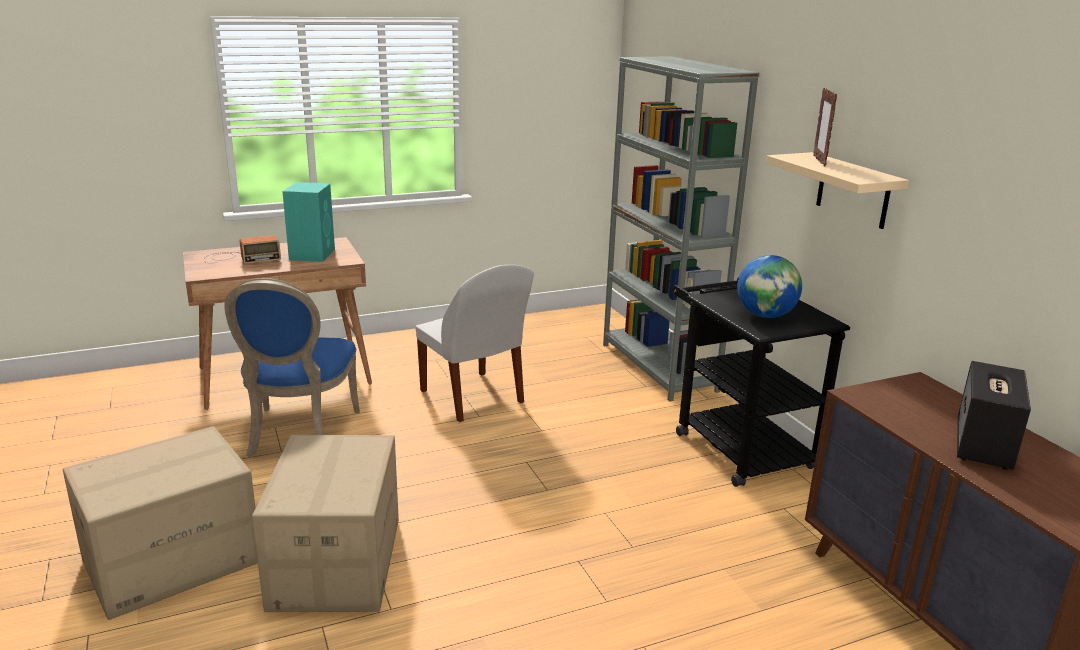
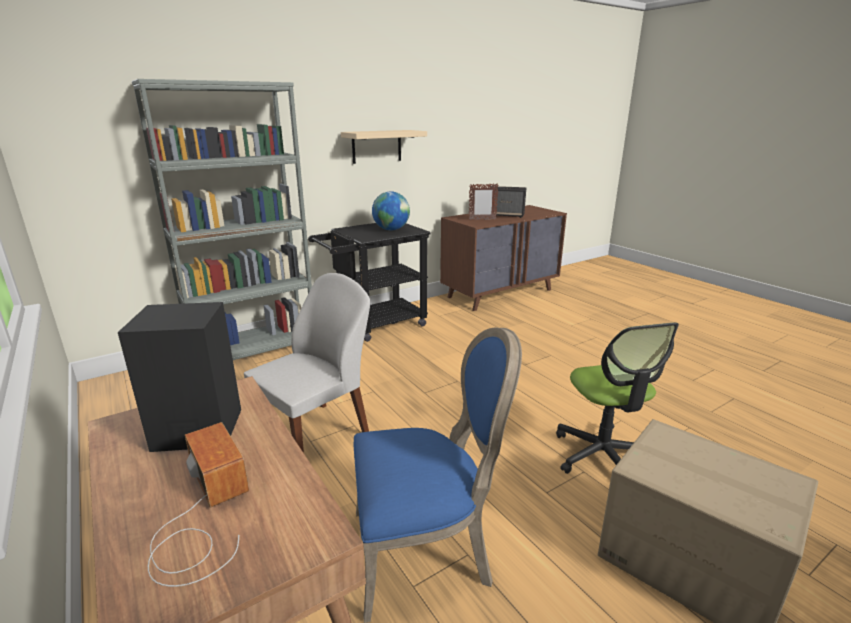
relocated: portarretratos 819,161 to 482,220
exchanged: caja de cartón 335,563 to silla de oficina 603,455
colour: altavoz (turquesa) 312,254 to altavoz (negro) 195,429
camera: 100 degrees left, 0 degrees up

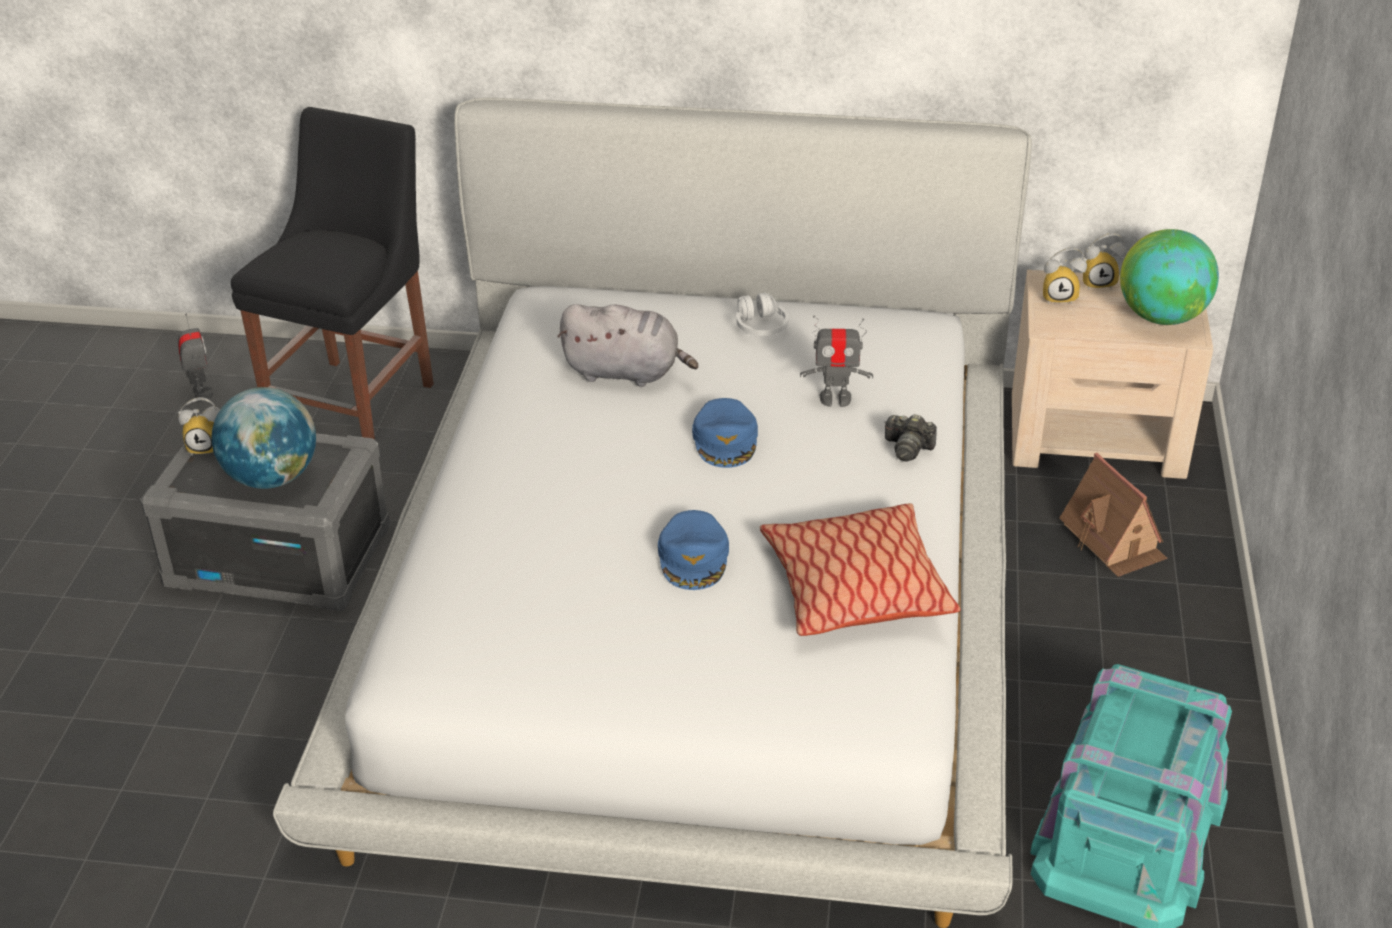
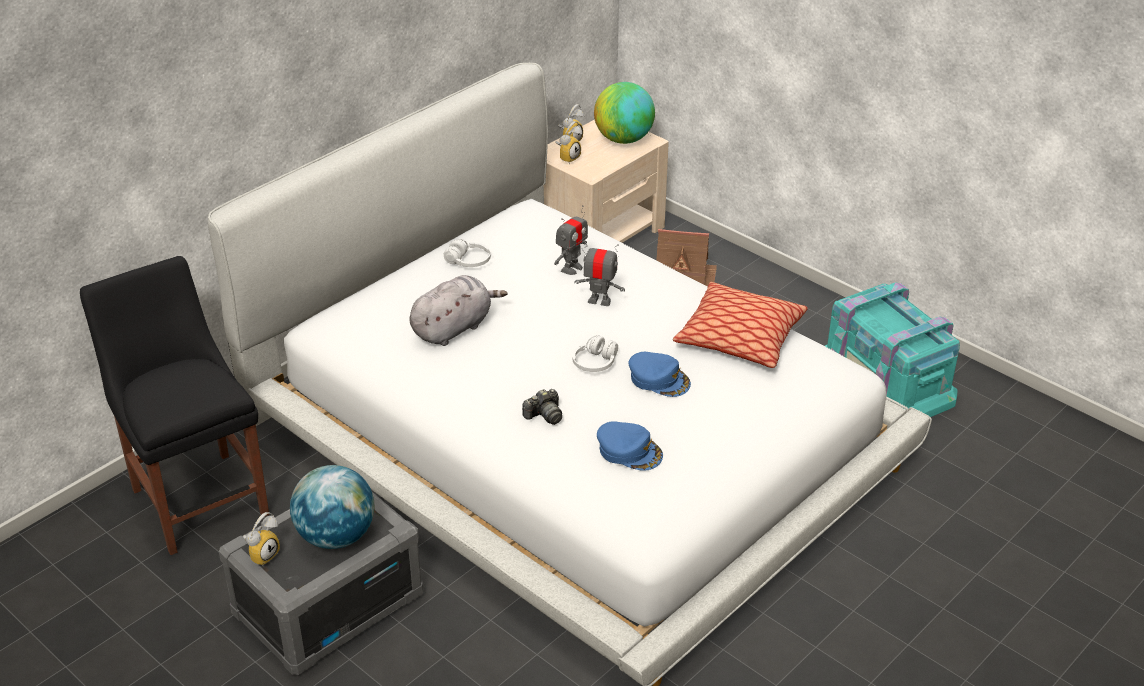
appeared: auriculares (blanco) 595,363
relocated: cámara 908,448 to 544,415; robot de juguete 201,393 to 599,301; gorra (azul) 726,440 to 629,451
camera: 55 degrees left, 0 degrees up

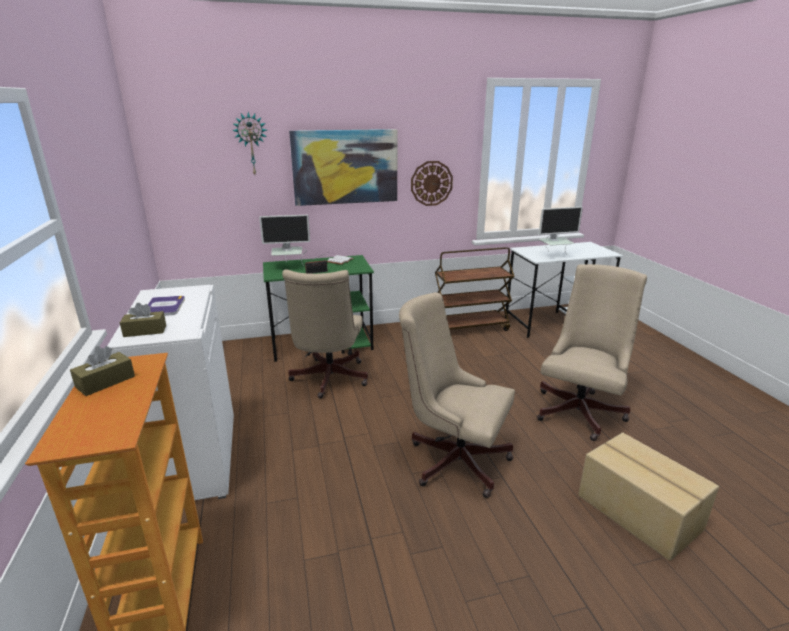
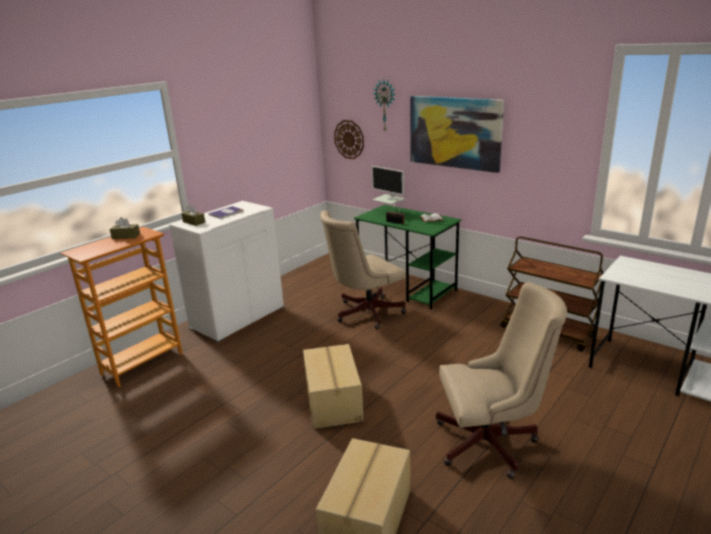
missing: monitor 554,255
relocated: reloj de pared 431,183 to 349,139
exchanged: silla de oficina (beis) 452,458 to caja de cartón 334,401
camera: 55 degrees right, 0 degrees up

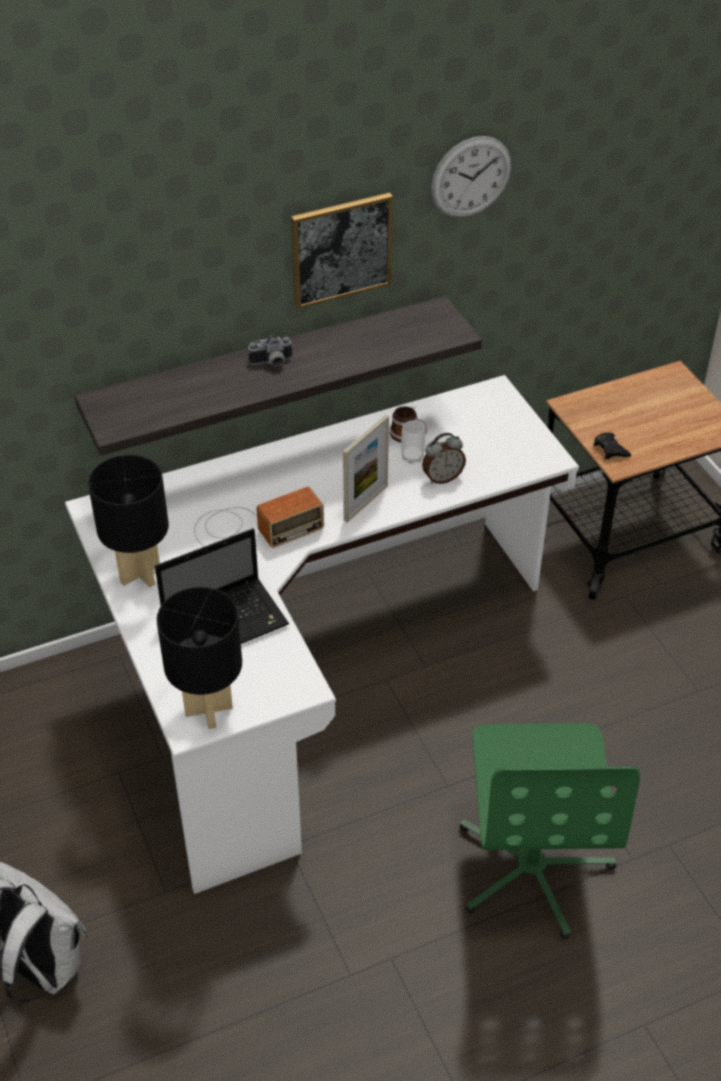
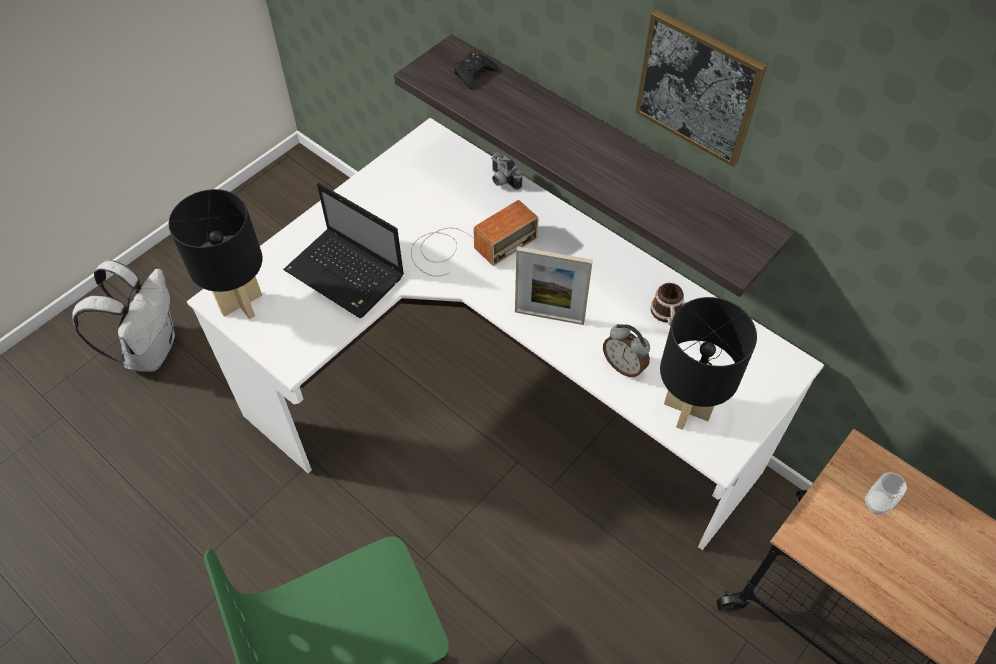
missing: reloj de pared 471,177
relocated: mando de consola (negro) 610,449 to 473,74; cámara 272,363 to 502,180; lámpara de mesa (negro) 139,574 to 685,410; taza 412,457 to 876,503
spun: radio 253,527 = 468,246 75 degrees counterclockwise
camera: 65 degrees right, 10 degrees up

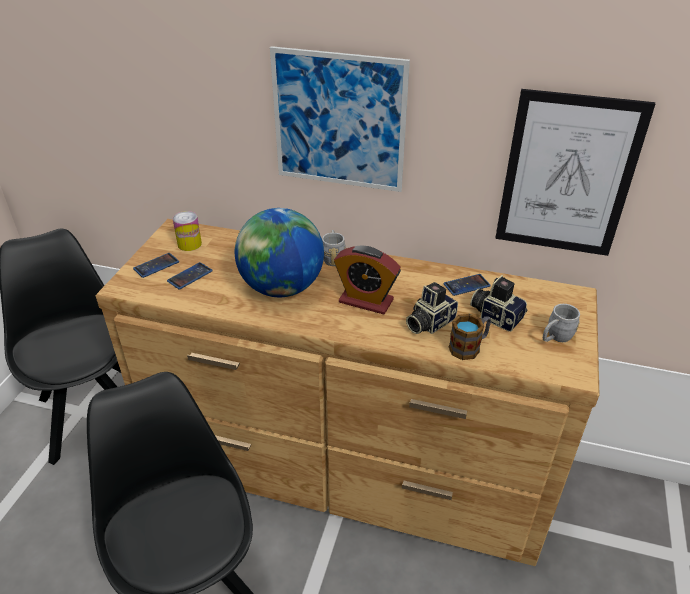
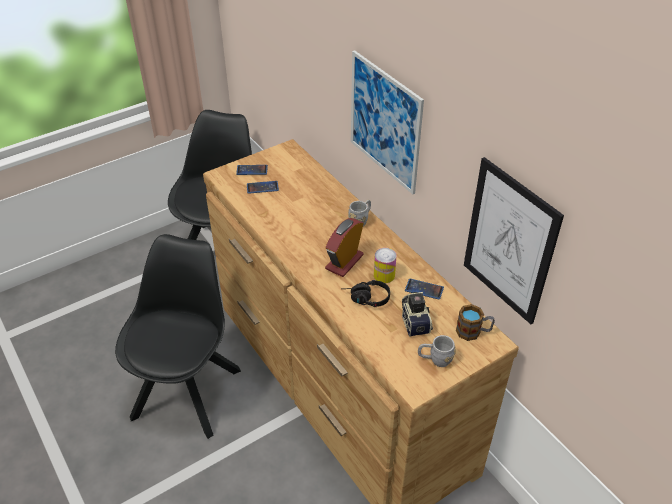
missing: globo terráqueo 282,288
relocated: lata 189,244 to 384,275; taza grande 469,347 to 473,332
exchanged: cámara 428,322 to auriculares (negro) 365,299
spun: despertador 366,301 = 344,262 60 degrees clockwise
camera: 40 degrees right, 5 degrees up

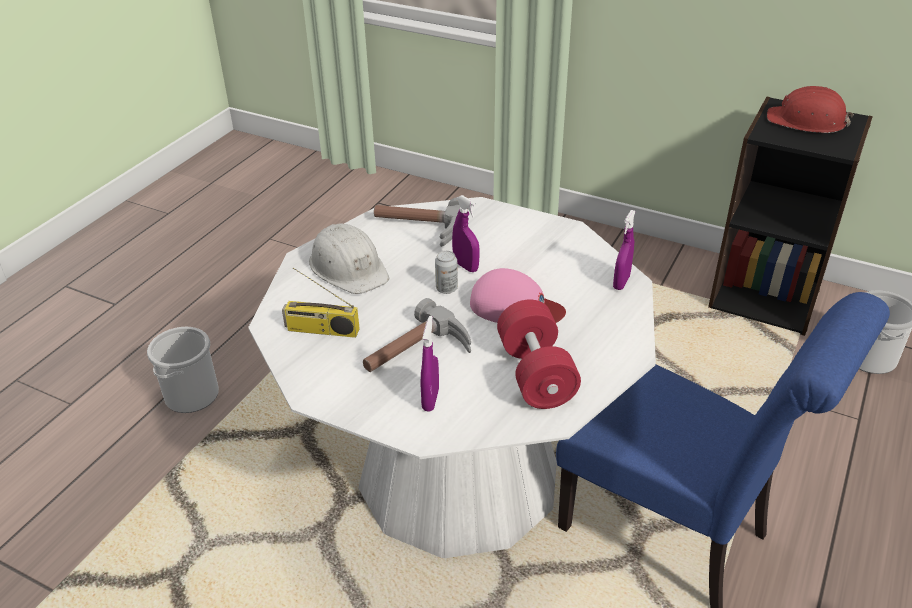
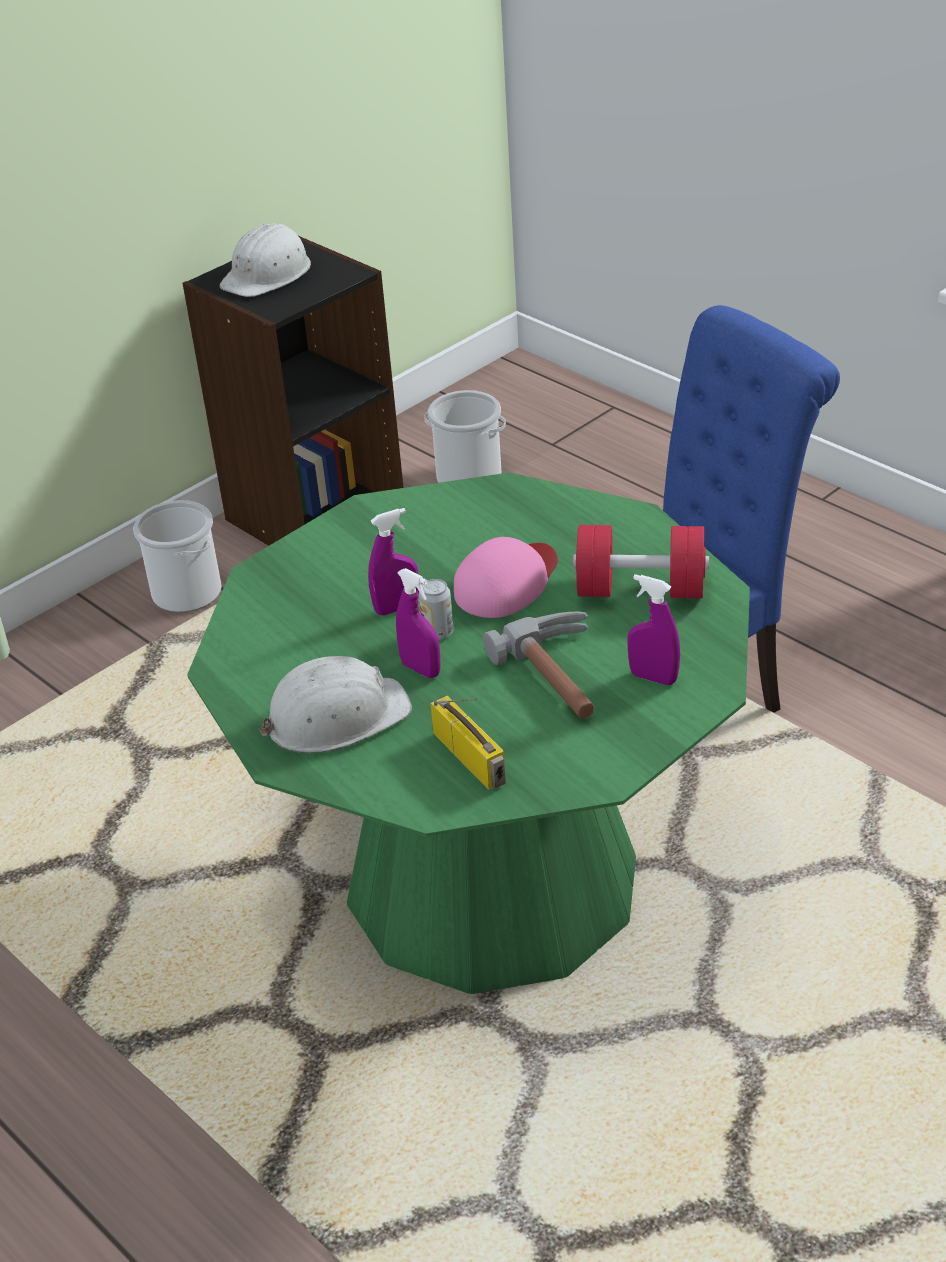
missing: martillo 418,229
relocated: cubo 192,394 to 186,592; pulverizador (morado) 621,282 to 421,669
colour: mesa de comedor (blanco) 459,475 to mesa de comedor (verde) 492,881; casco (rojo) 807,121 to casco (blanco) 268,274
spun: radio 321,330 = 471,758 60 degrees counterclockwise
camera: 70 degrees left, 0 degrees up

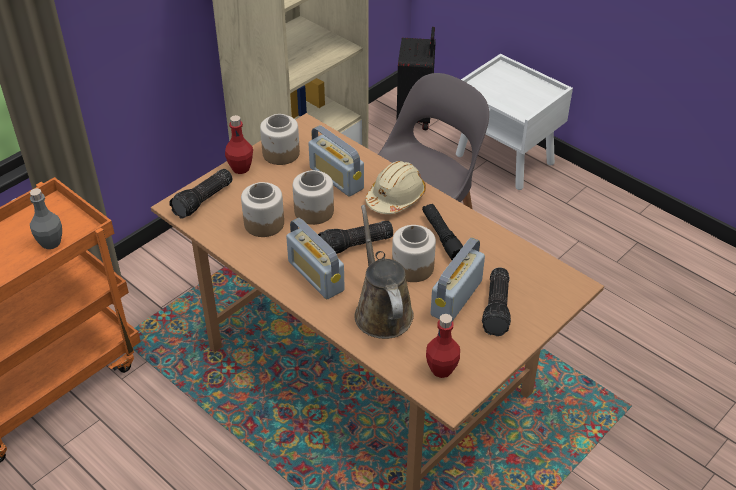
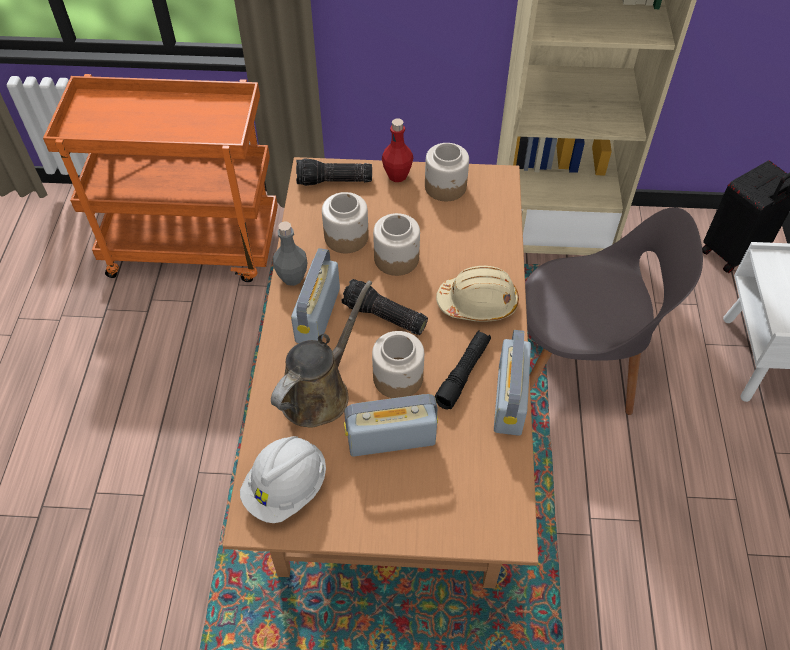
missing: linterna 498,309
relocated: botella (gris) 51,243 to 292,277; radio 336,178 to 509,399
exchanged: botella (rojo) 441,369 to casco (blanco) 286,488
camera: 50 degrees right, 10 degrees up

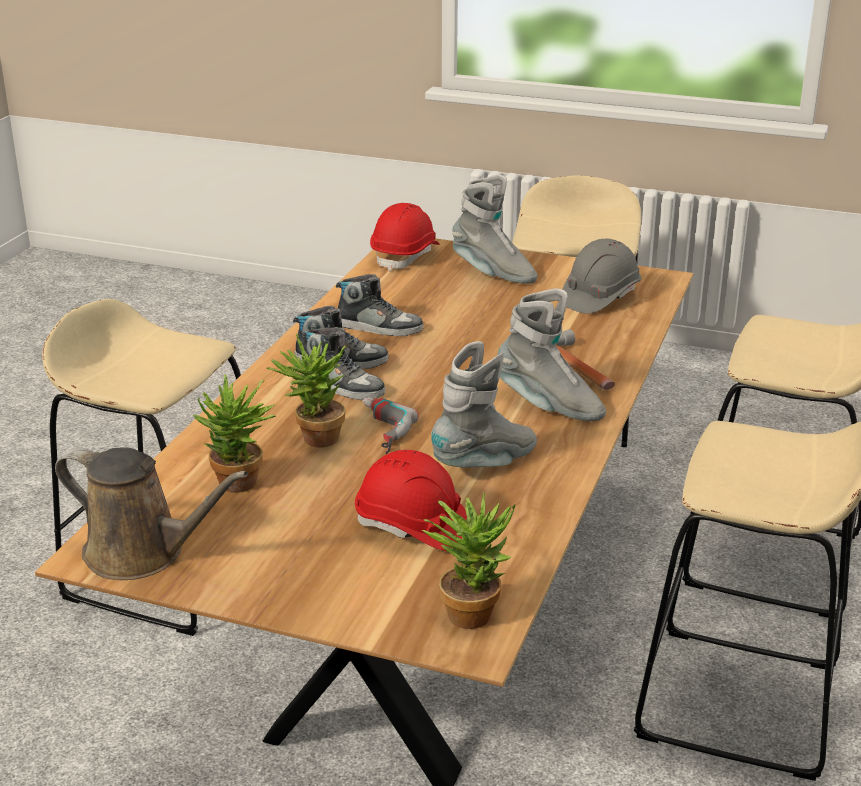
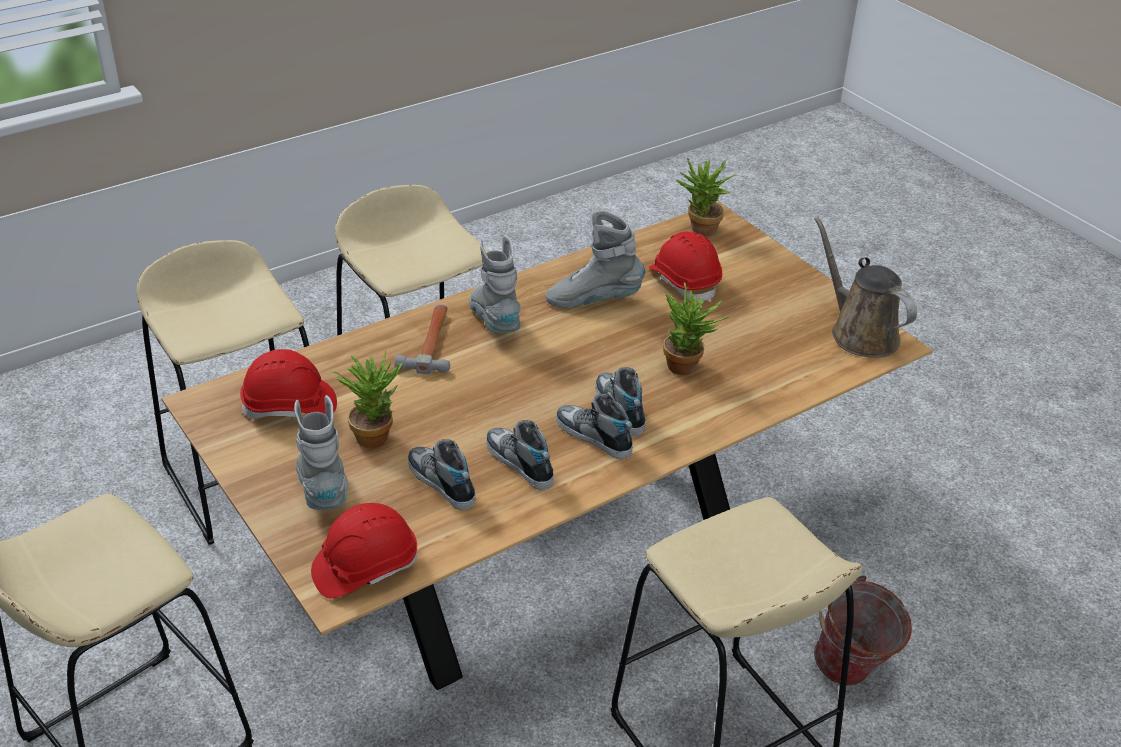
missing: taladro 376,431
appeared: zapato 441,482; cubo 850,674
relocated: planta en maceta 239,487 to 375,434
colour: casco (gris) 599,297 to casco (rojo) 290,406
camera: 145 degrees left, 10 degrees up

